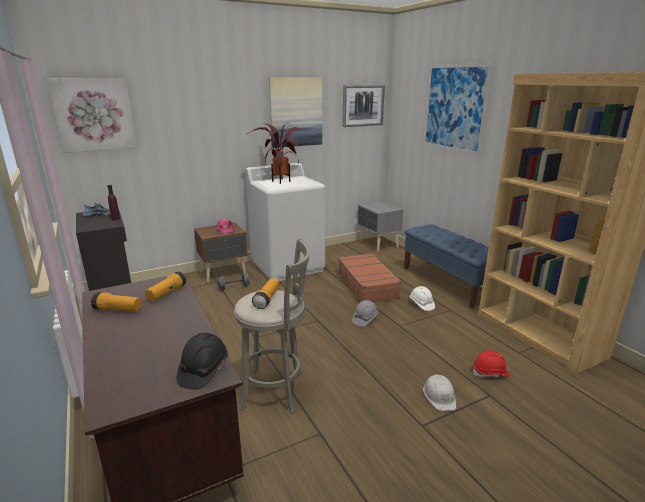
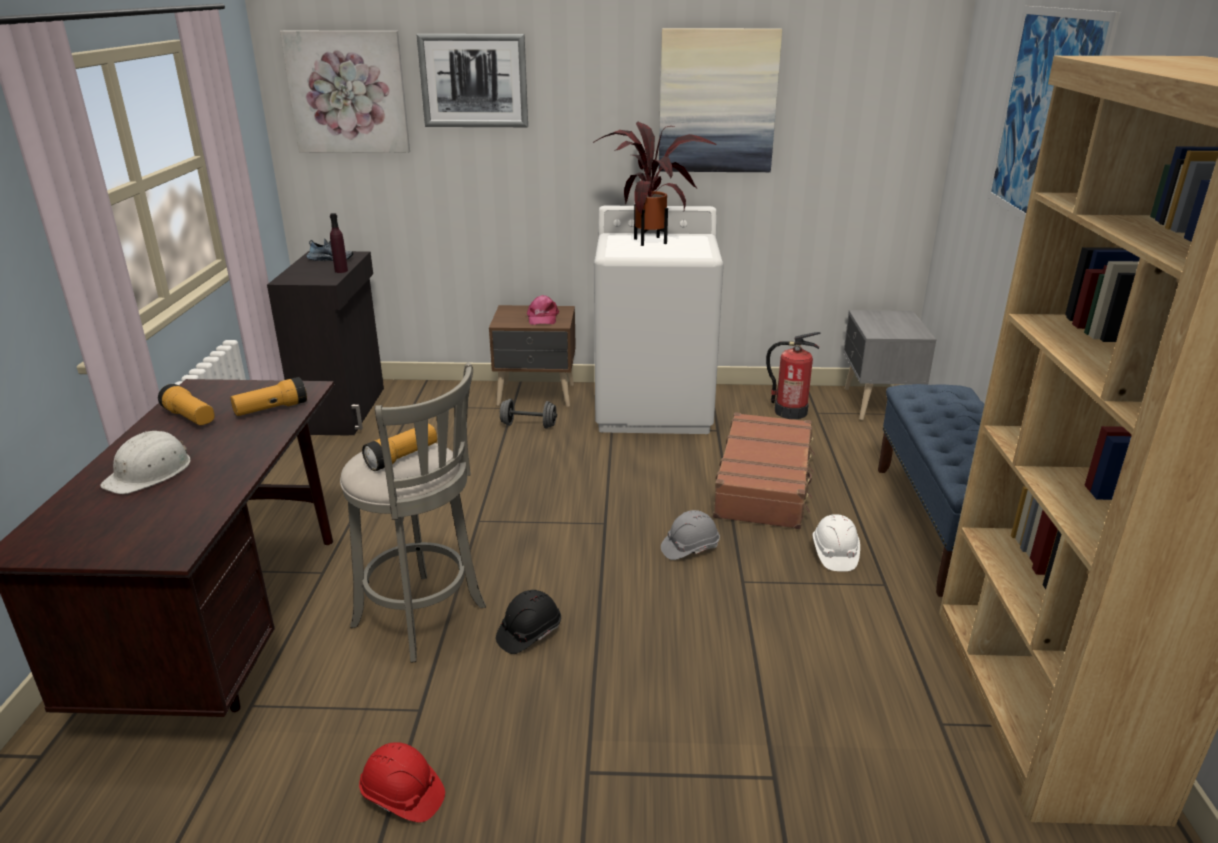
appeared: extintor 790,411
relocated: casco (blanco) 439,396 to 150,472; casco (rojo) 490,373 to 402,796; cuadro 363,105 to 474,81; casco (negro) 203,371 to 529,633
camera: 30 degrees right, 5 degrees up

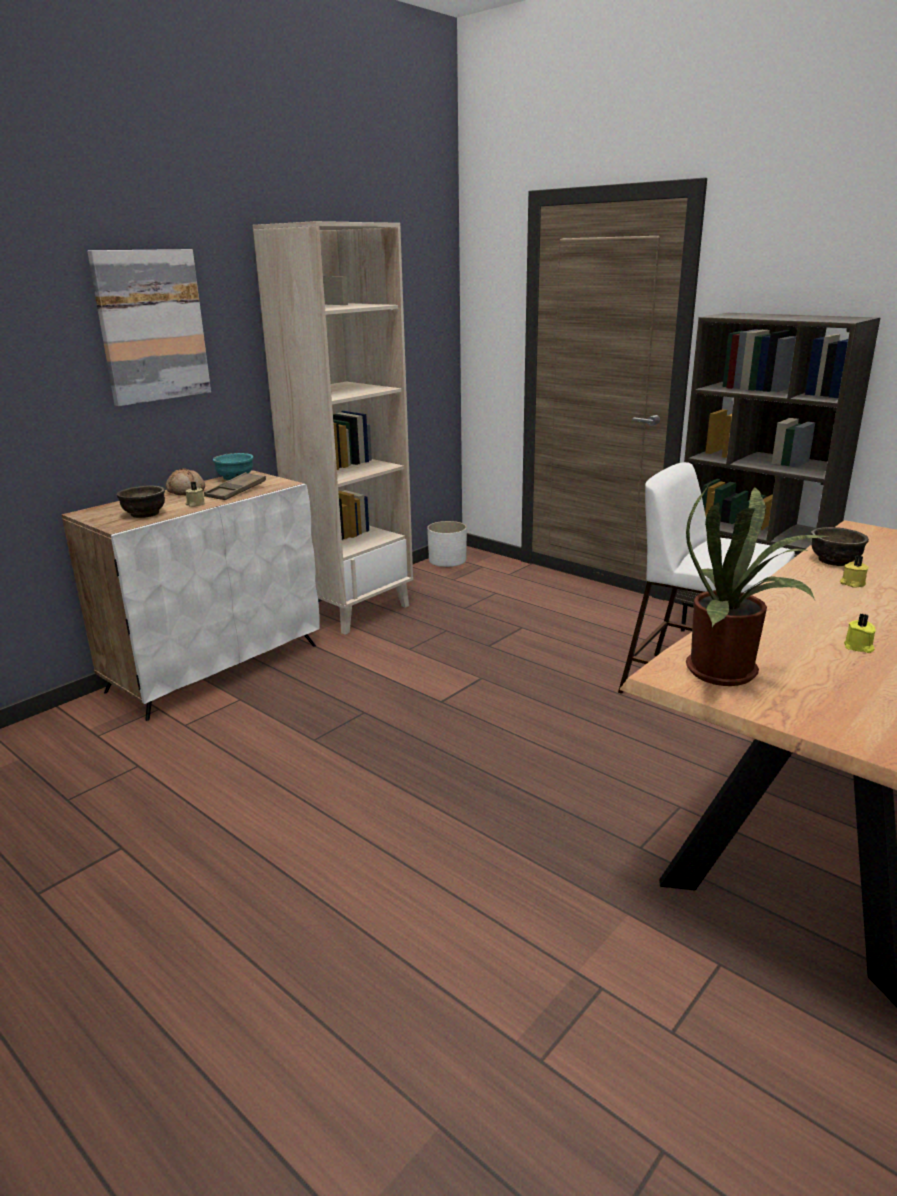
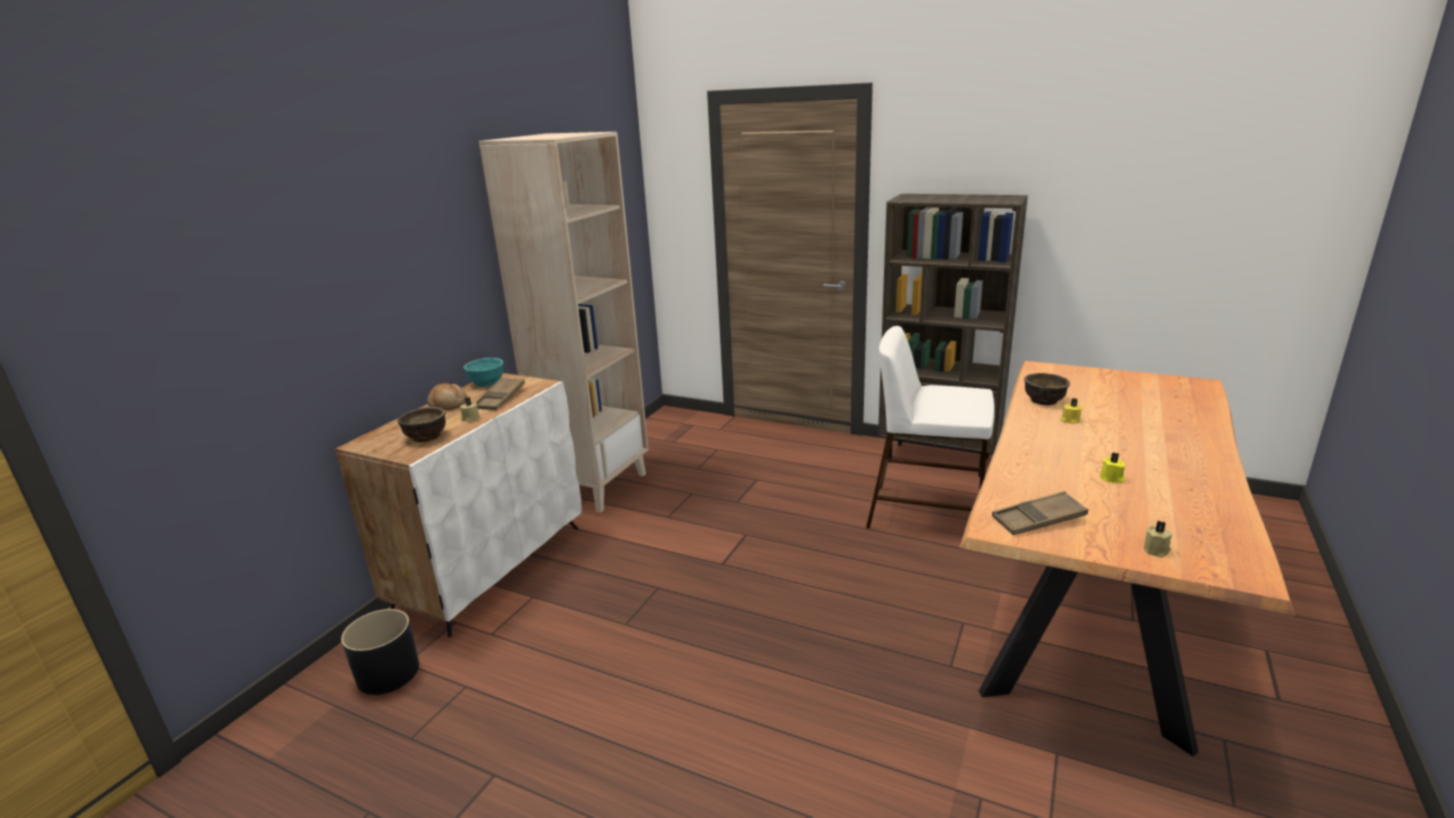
missing: cuadro 151,326; maceta (blanco) 447,560
appeared: maceta (negro) 387,673; vela (beis) 1157,550
exchanged: planta en maceta 729,673 to bandeja (marrón) 1038,519
camera: 15 degrees left, 0 degrees up

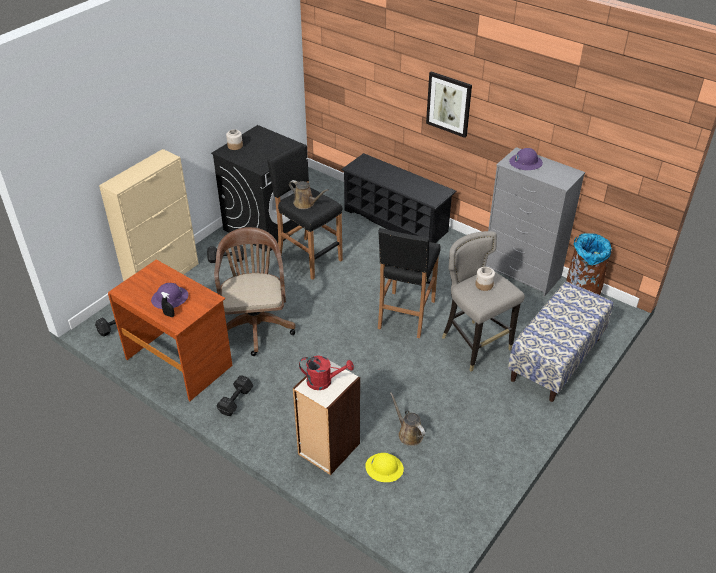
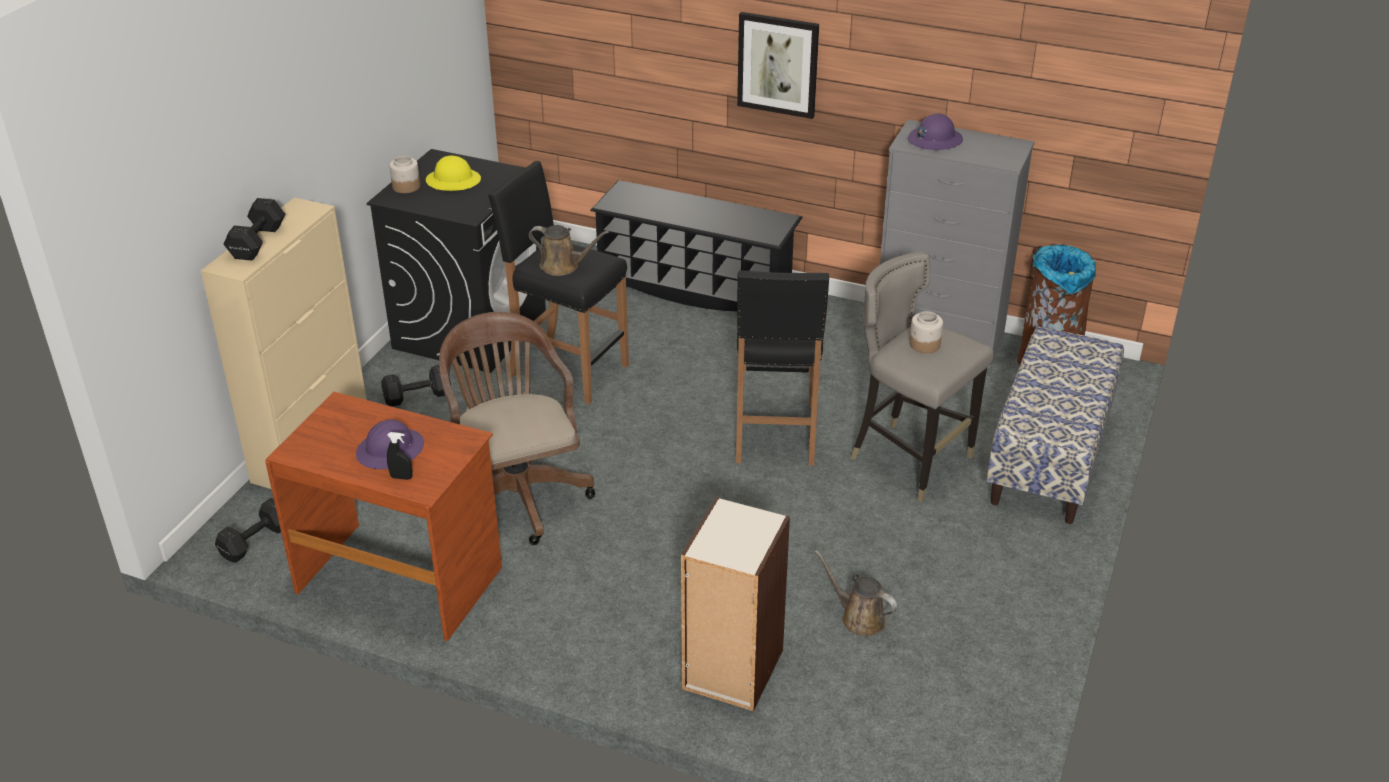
missing: regadera (rojo) 324,381
relocated: mancuerna (negro) 235,401 to 256,243; casco (amarillo) 384,468 to 453,181
camera: 15 degrees left, 5 degrees down

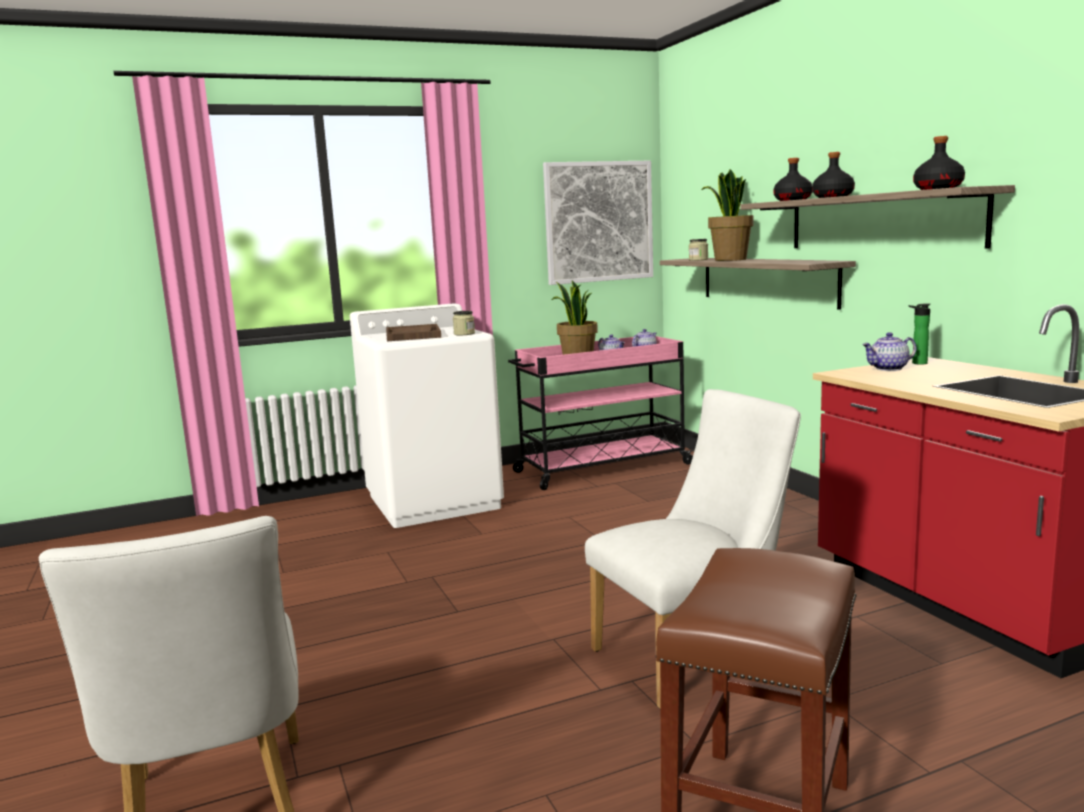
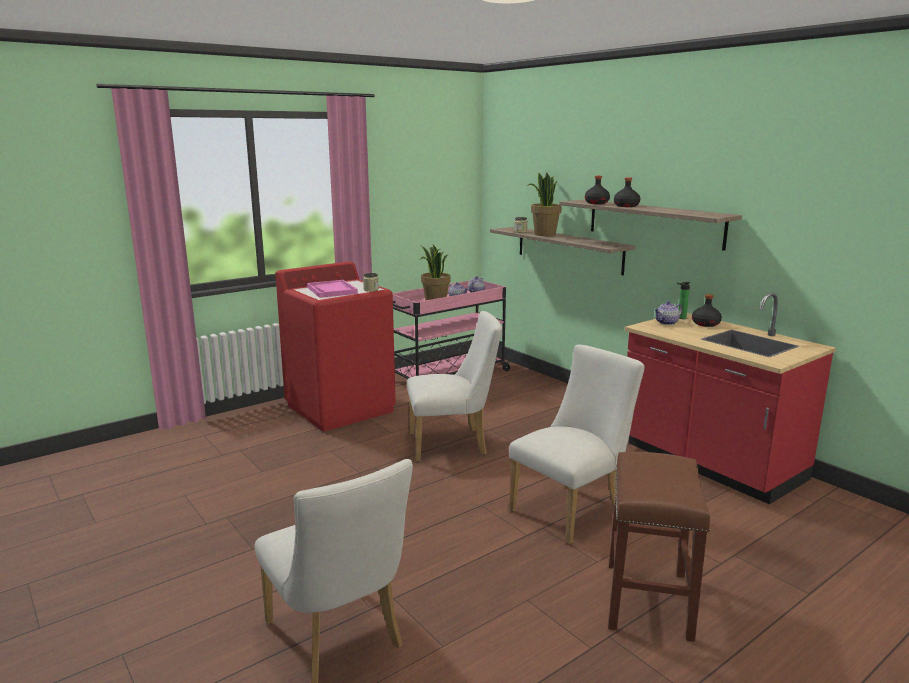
missing: cuadro 599,222
appeared: silla (blanco) 453,444
relocated: botella (negro) 938,188 to 706,324
colour: lavadora (blanco) 434,501 to lavadora (rojo) 341,408; bandeja (marrón) 413,335 to bandeja (rosa) 332,290
camera: 15 degrees left, 5 degrees up

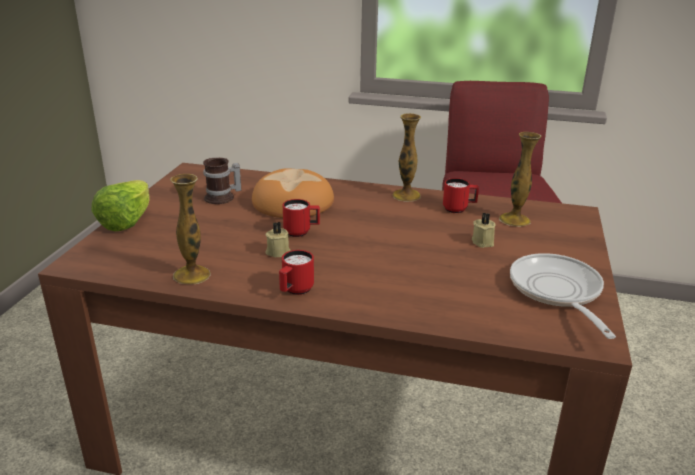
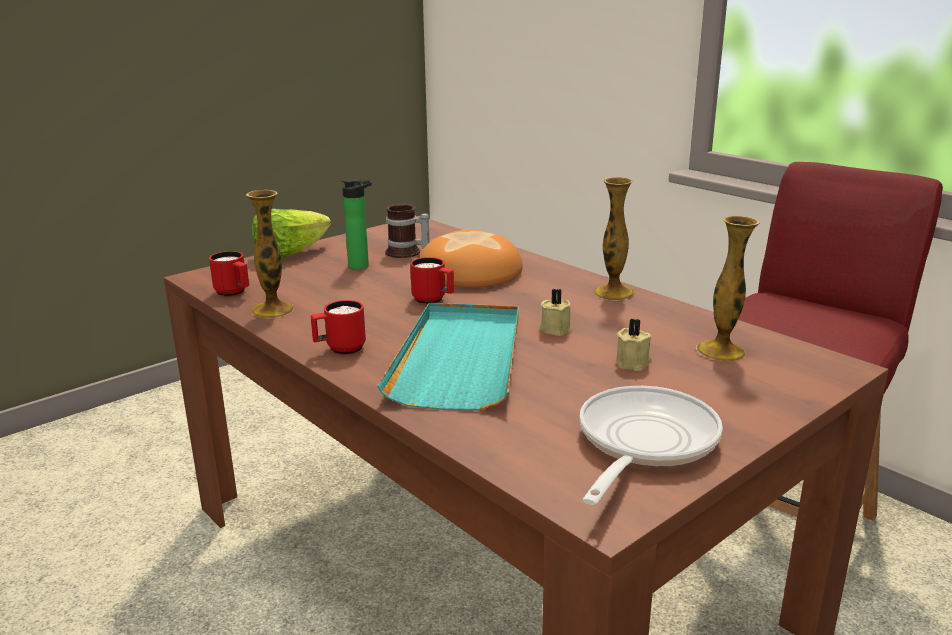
appeared: botella 362,266; bandeja (turquesa) 460,359
relocated: taza grande (rojo) 459,209 to 234,293; vela (beis) 277,251 to 556,329
camera: 35 degrees right, 5 degrees down

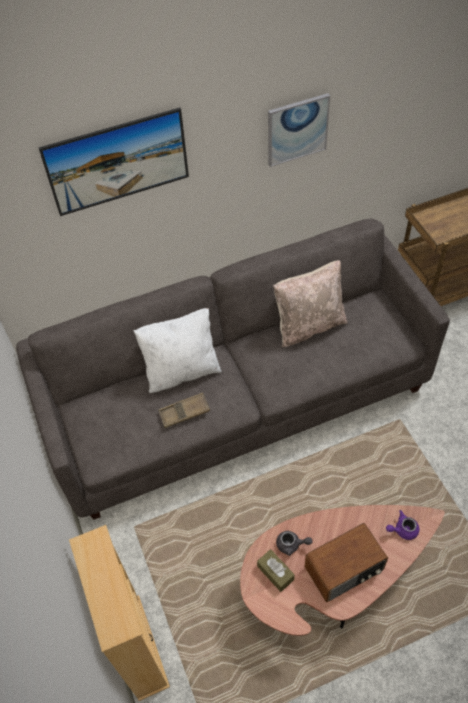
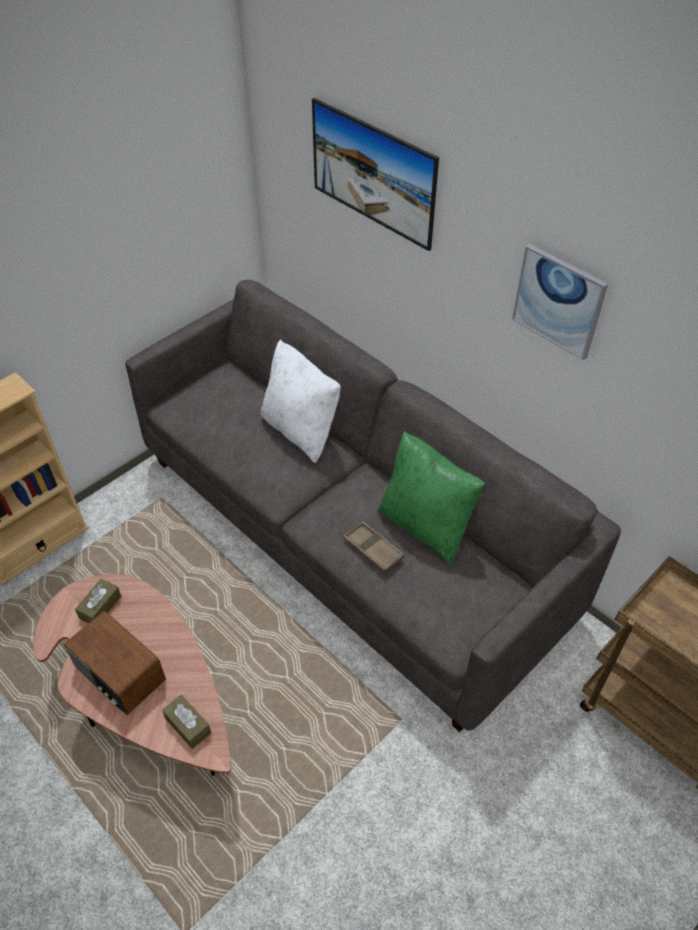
missing: tetera (gris) 291,545
relocated: bandeja (marrón) 184,412 to 373,549
exchanged: tetera (morado) 402,530 to caja de pañuelos (marrón) 188,725
colour: cojín (beis) 309,325 to cojín (verde) 425,525
camera: 65 degrees right, 5 degrees down

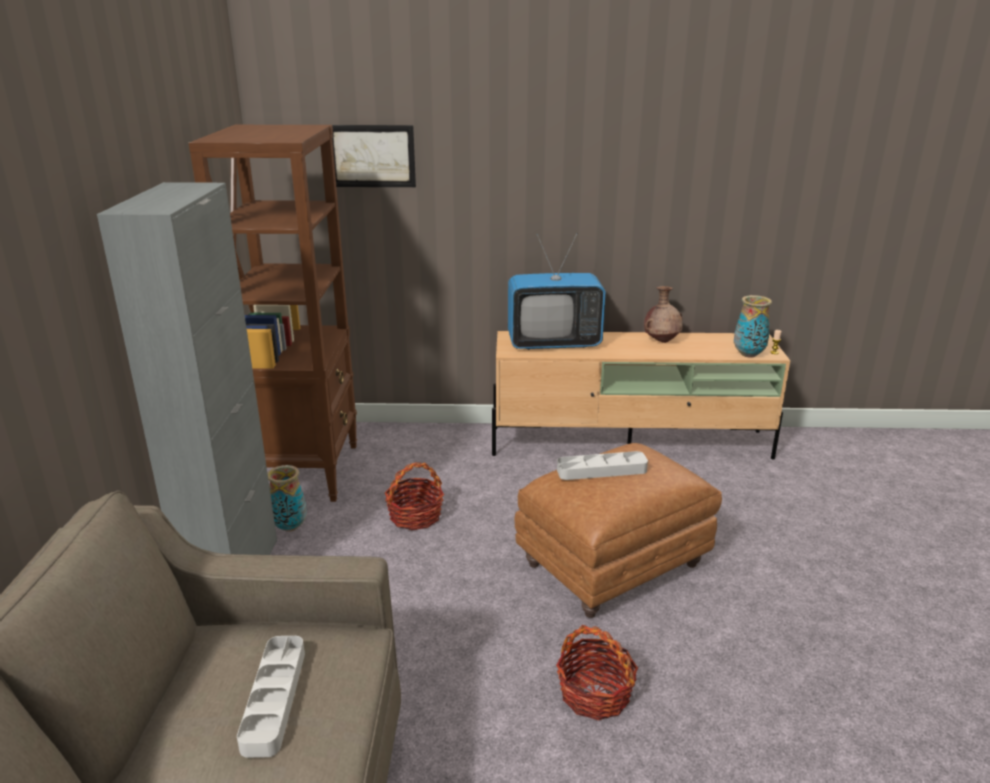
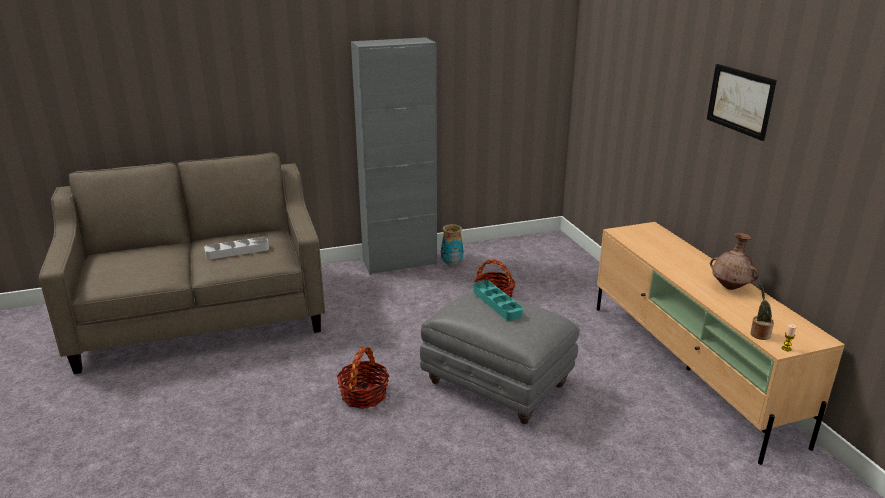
missing: estantería (marrón) 306,471; televisor 553,343
relocated: cuadro 371,156 to 740,100
exchanged: florero 748,354 to planta en maceta 759,334
colour: puf (marrón) 613,564 to puf (gris) 498,384; bandeja (gris) 601,470 to bandeja (turquesa) 497,303
camera: 70 degrees right, 0 degrees up

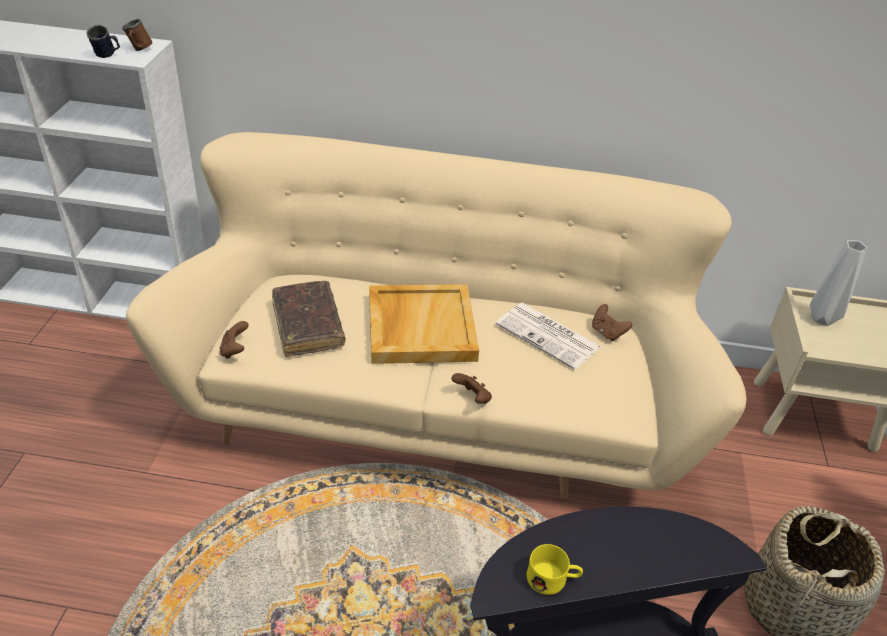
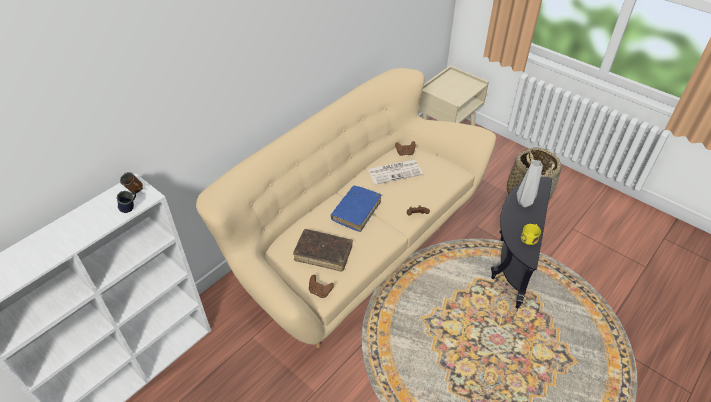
relocated: florero (gris) 821,318 to 524,203
exchanged: bandeja (beis) 420,327 to libro (azul) 356,211
camera: 55 degrees left, 5 degrees up

